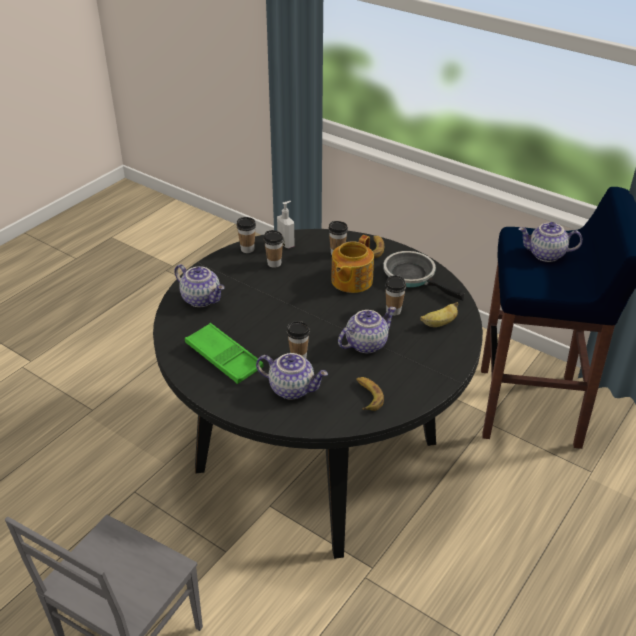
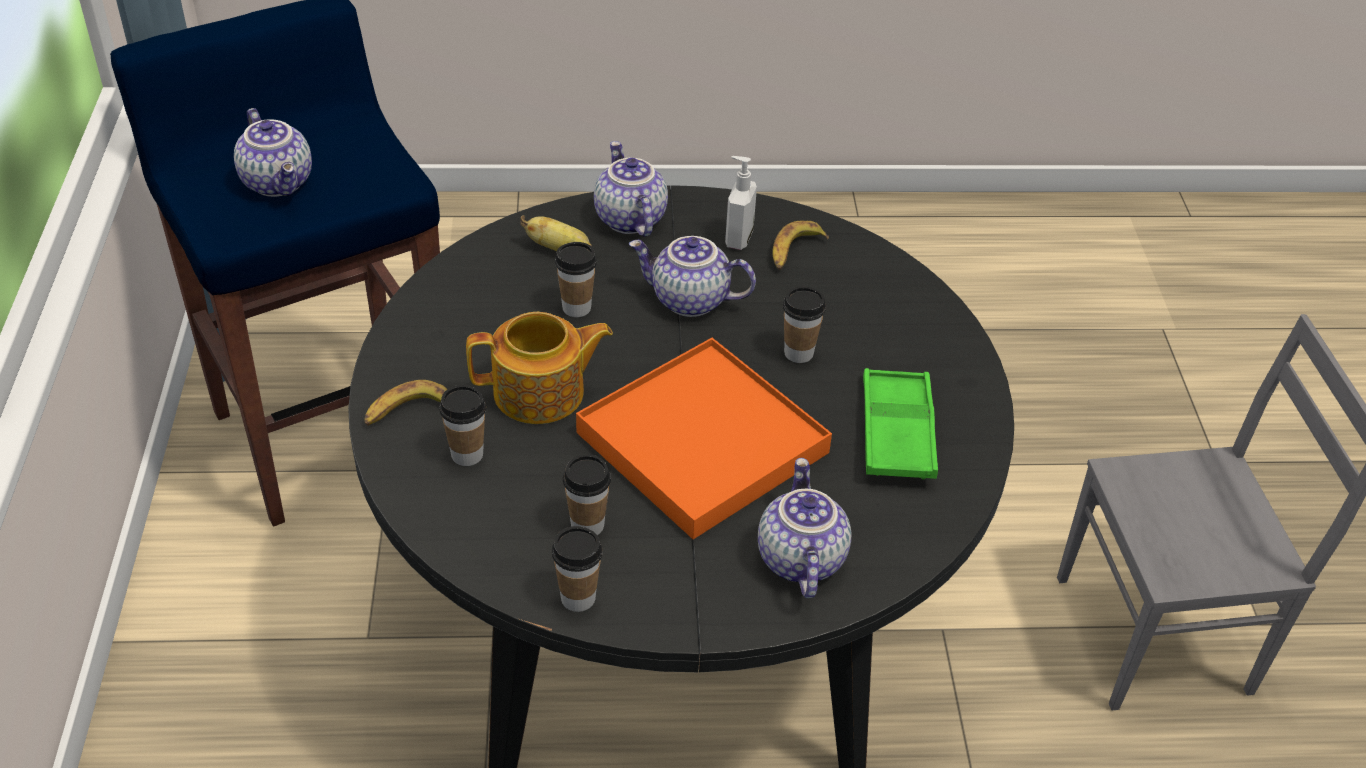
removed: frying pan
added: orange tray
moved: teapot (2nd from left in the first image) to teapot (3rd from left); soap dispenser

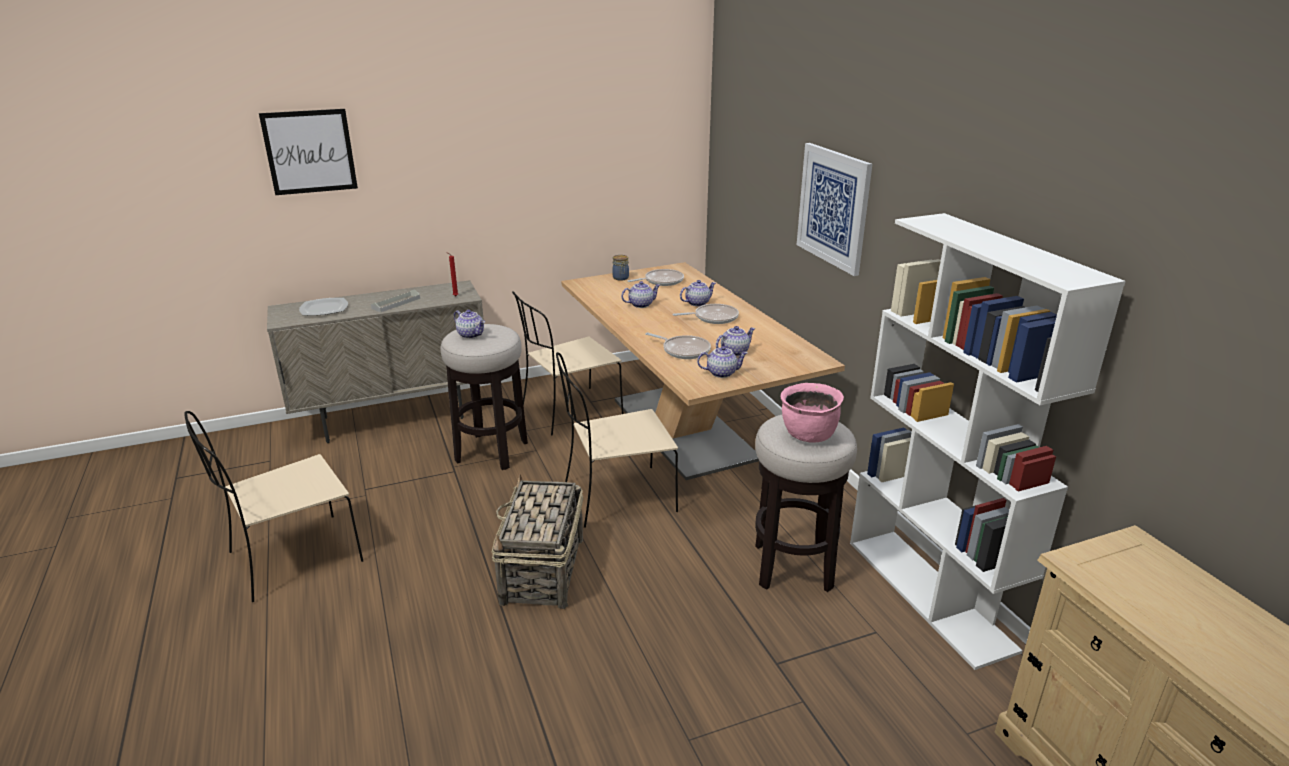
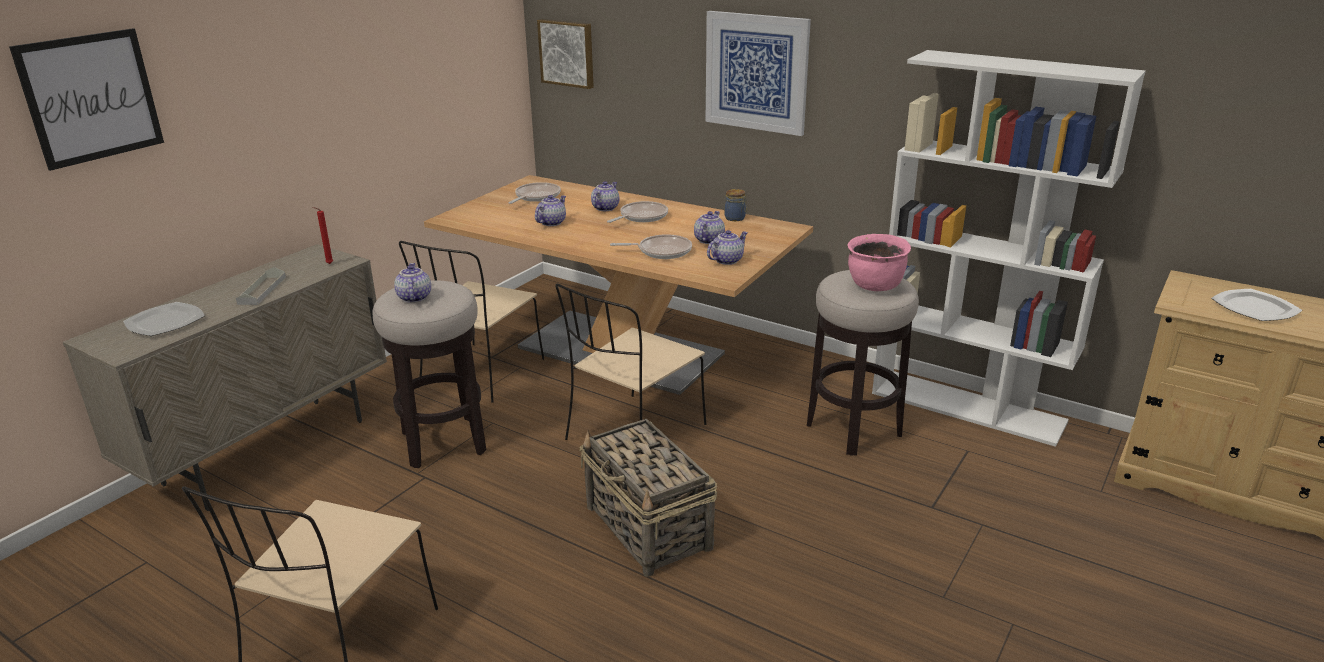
added: picture (2nd from left); plate (2nd from left)
moved: jar
turned: teapot (1st from left) 105 degrees counterclockwise

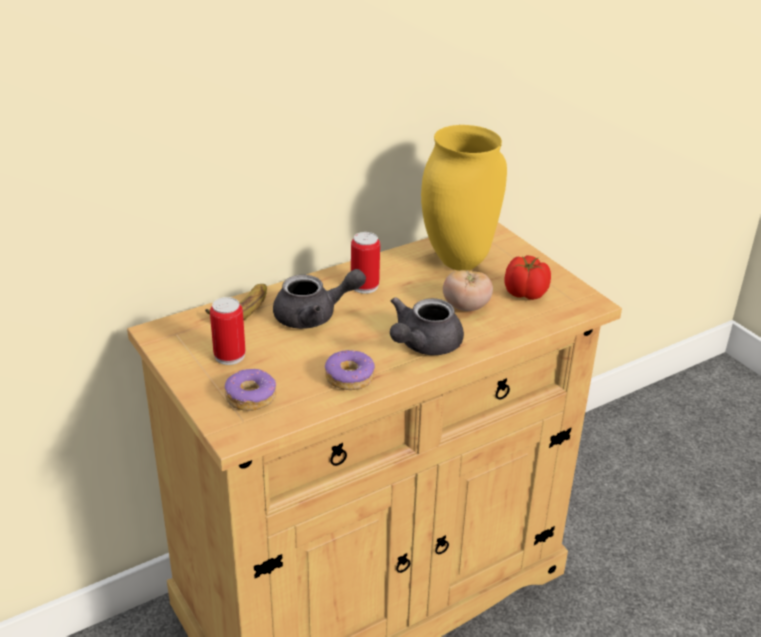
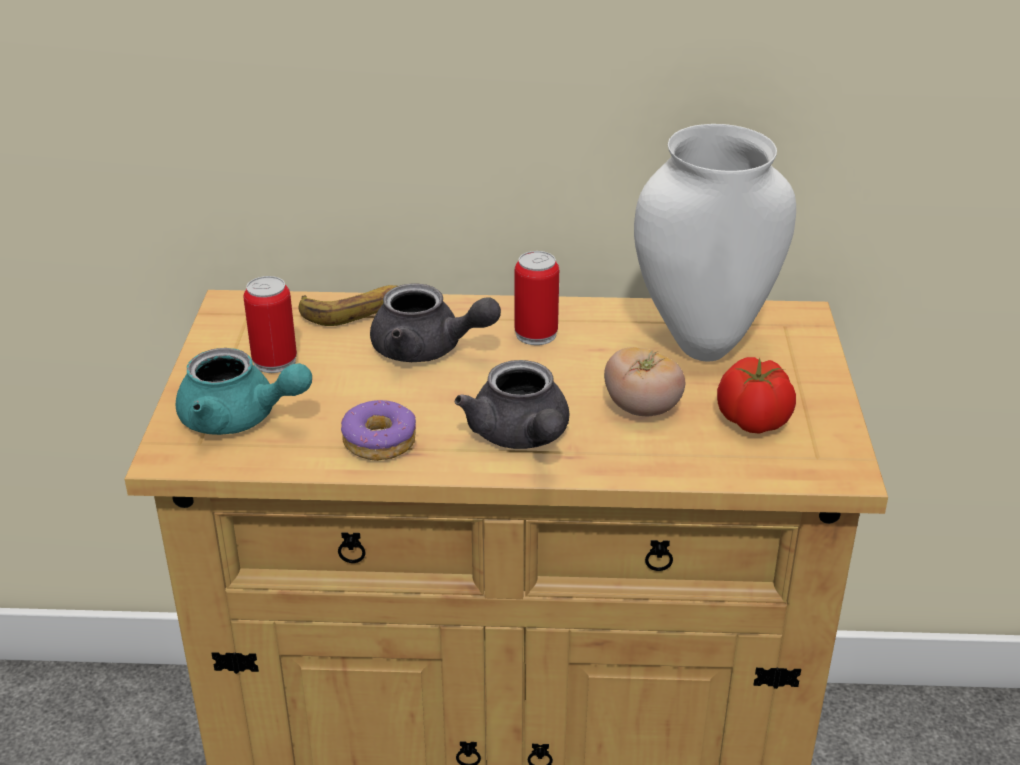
replaced: donut (1st from left) to turquoise teapot
recoloured: yellow vase to white vase
turned: grey teapot (2nd from left) 90 degrees counterclockwise

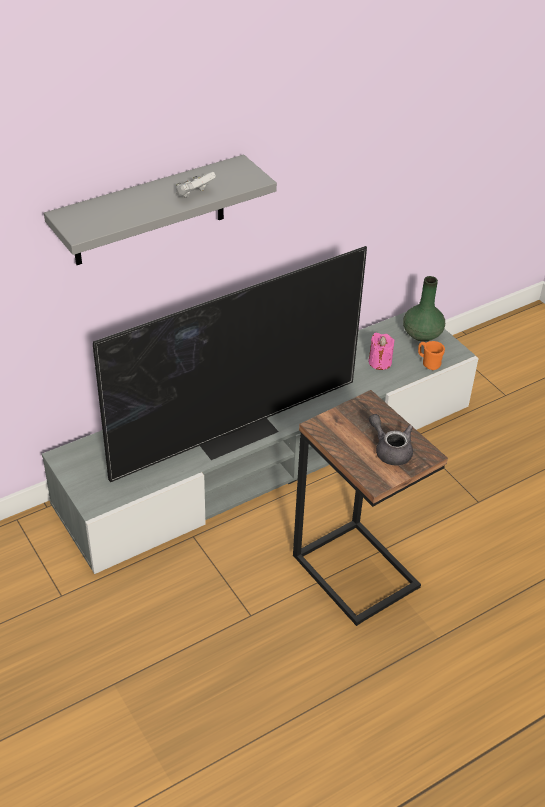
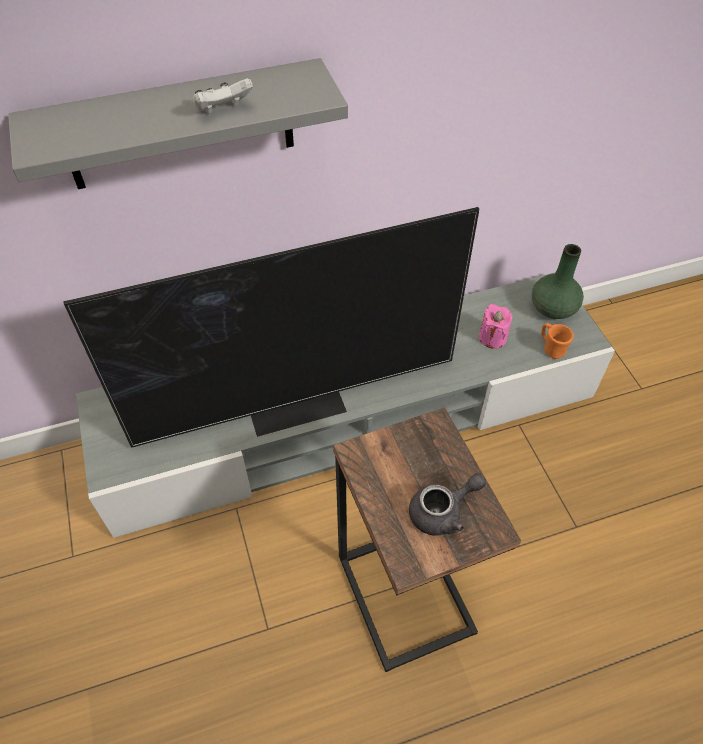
turned: grey teapot 90 degrees clockwise

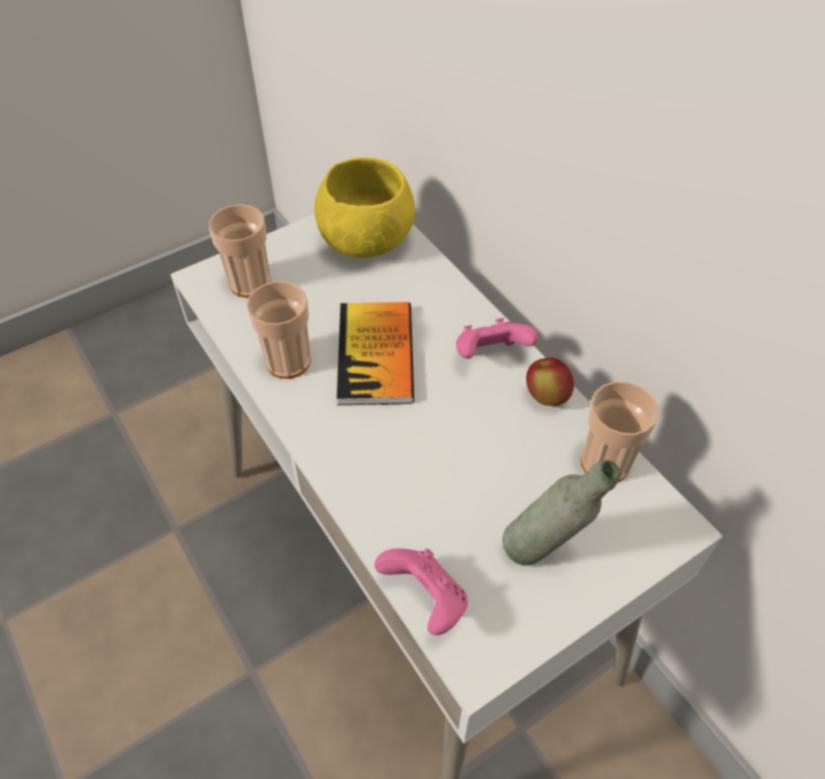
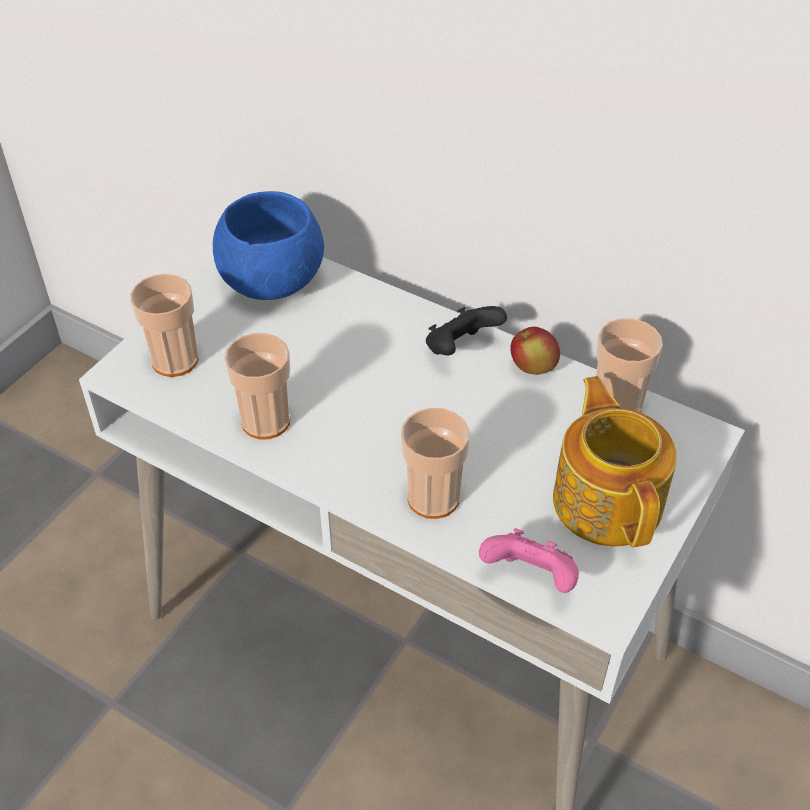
removed: book
added: cup (3rd from left)
replaced: grey bottle to teapot
recoloured: yellow bowl to blue bowl; pink game controller (2nd from left) to black game controller

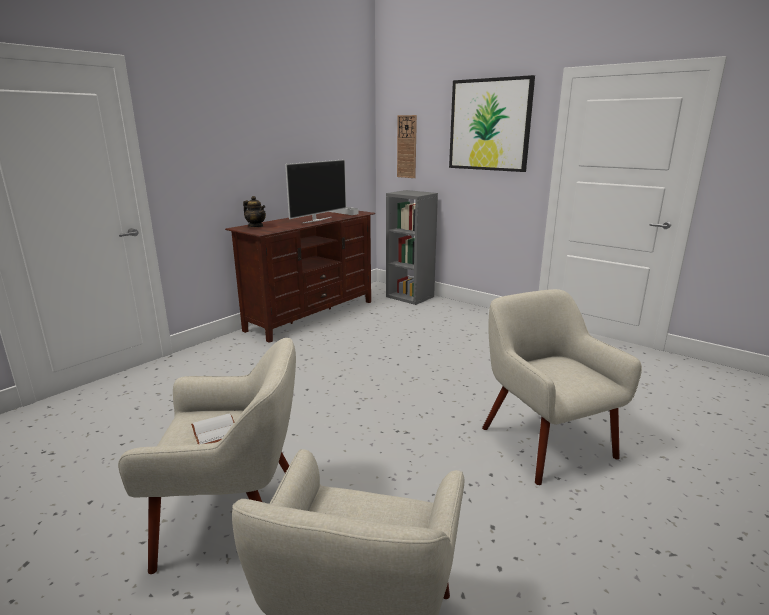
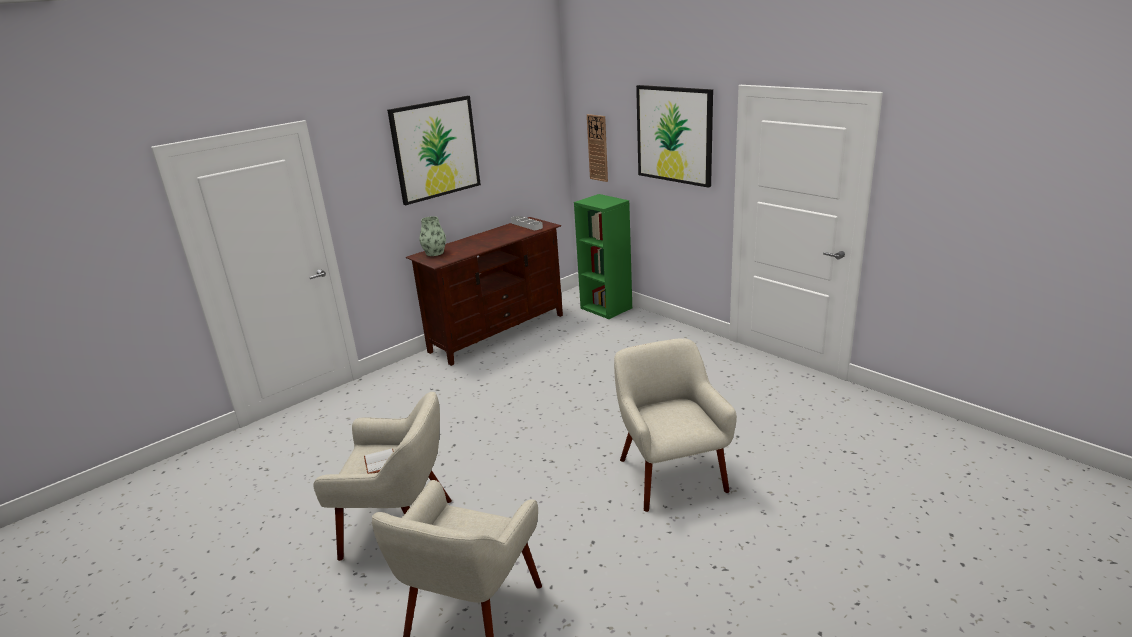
removed: television
added: picture (1st from left)
replaced: teapot to vase
recoloured: grey bookcase to green bookcase

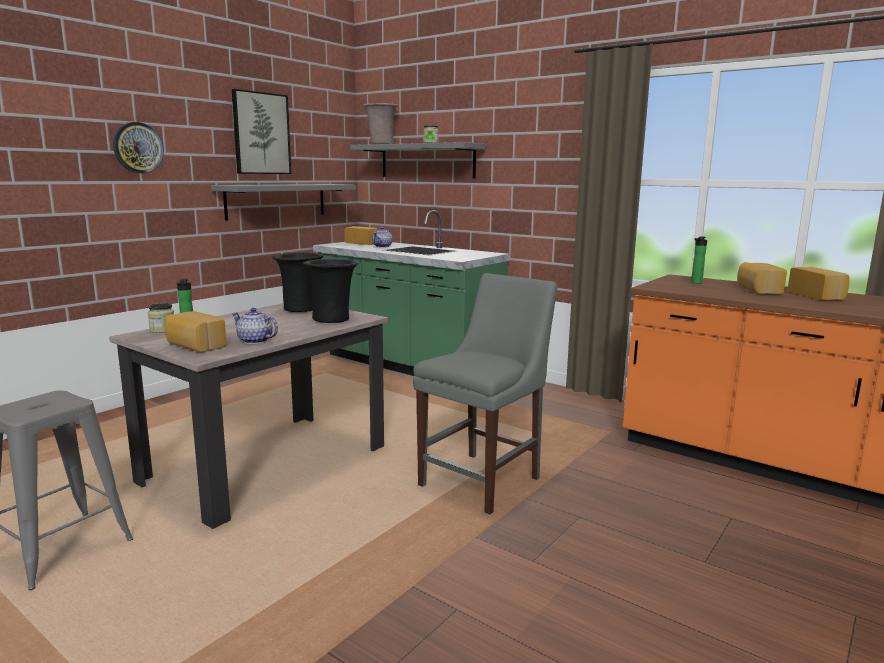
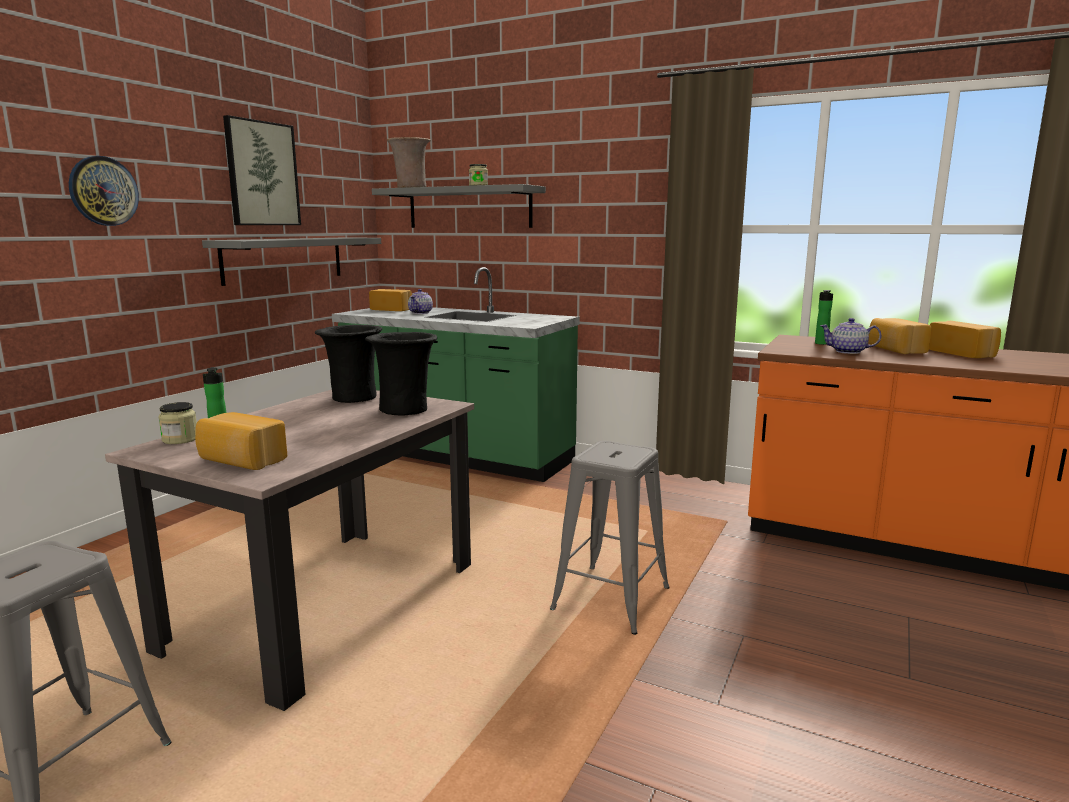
moved: teapot (1st from left in the first image) to teapot (2nd from left)
replaced: grey chair to grey stool (2nd from left)

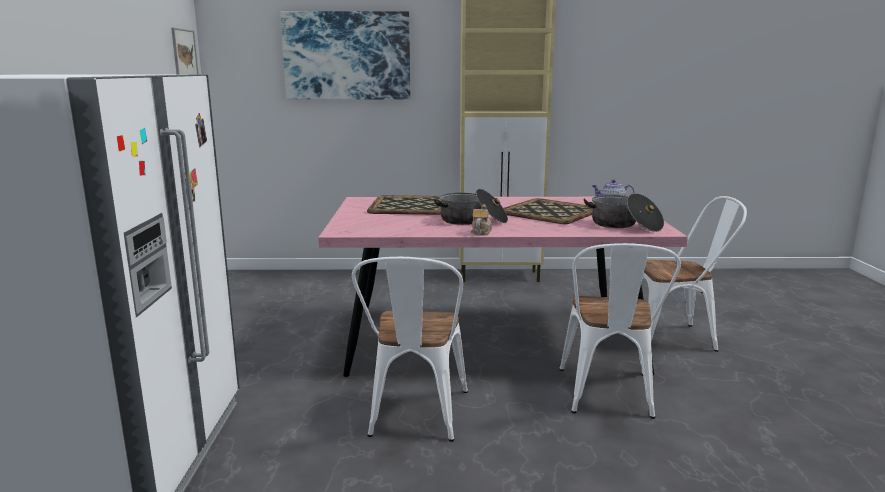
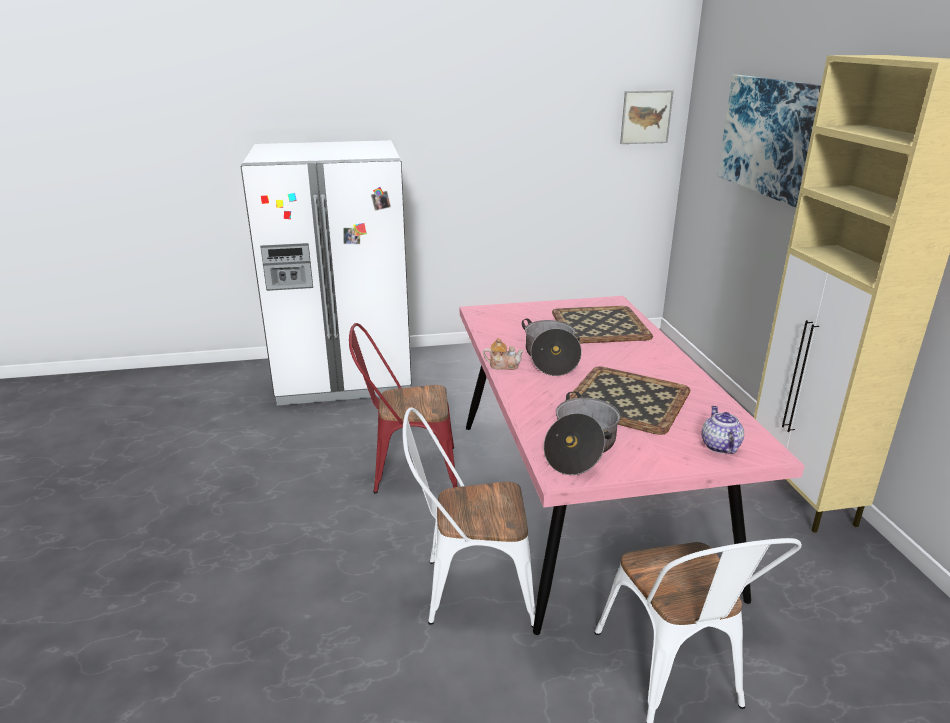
recoloured: white chair (1st from left) to red chair

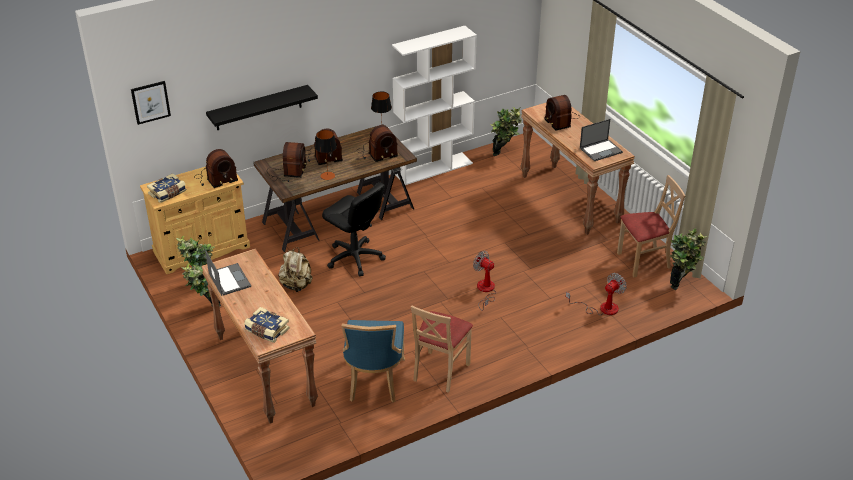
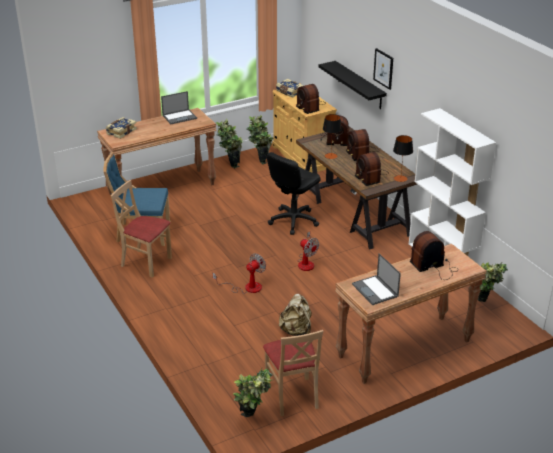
moved: beige backpack; fan (2nd from left); picture

